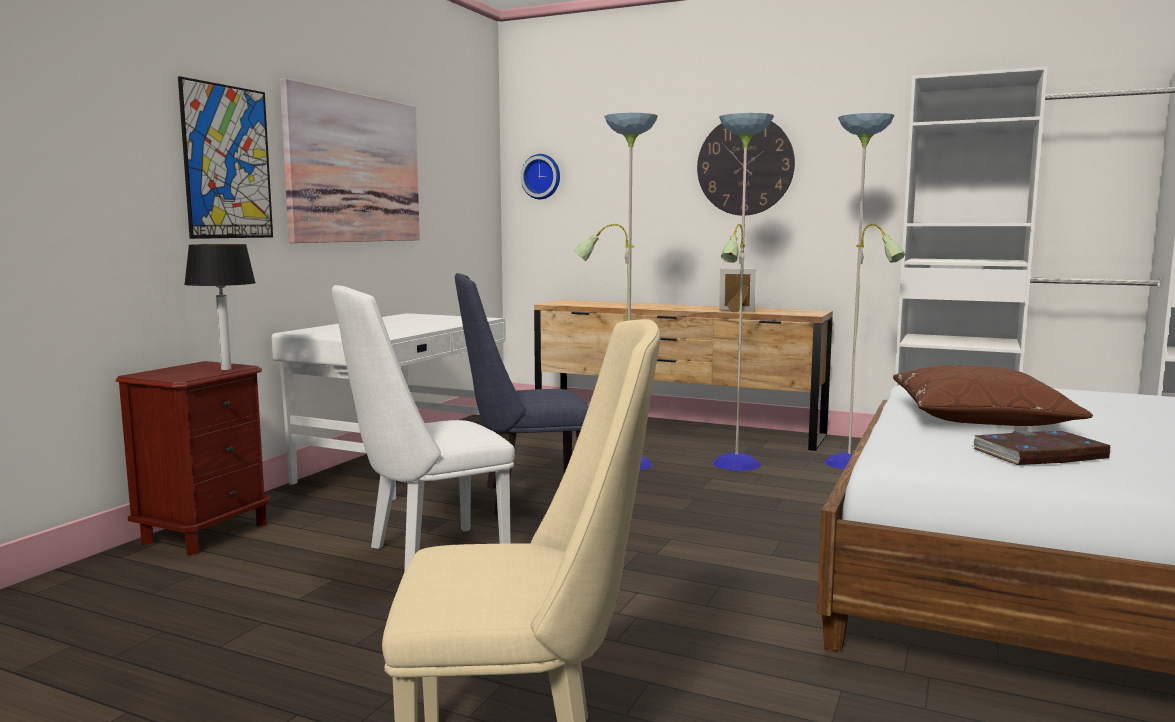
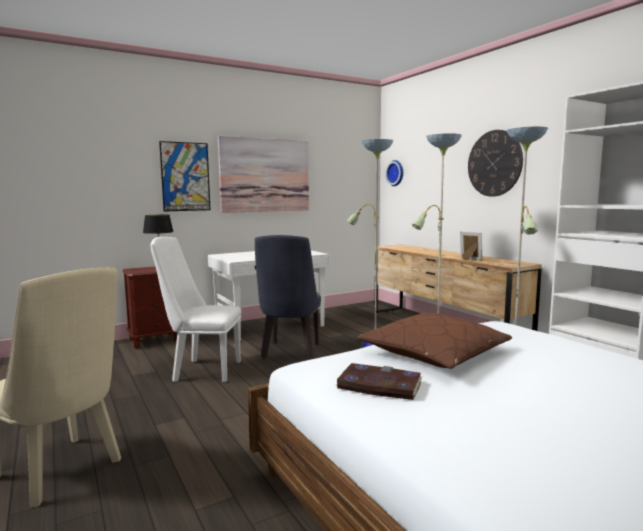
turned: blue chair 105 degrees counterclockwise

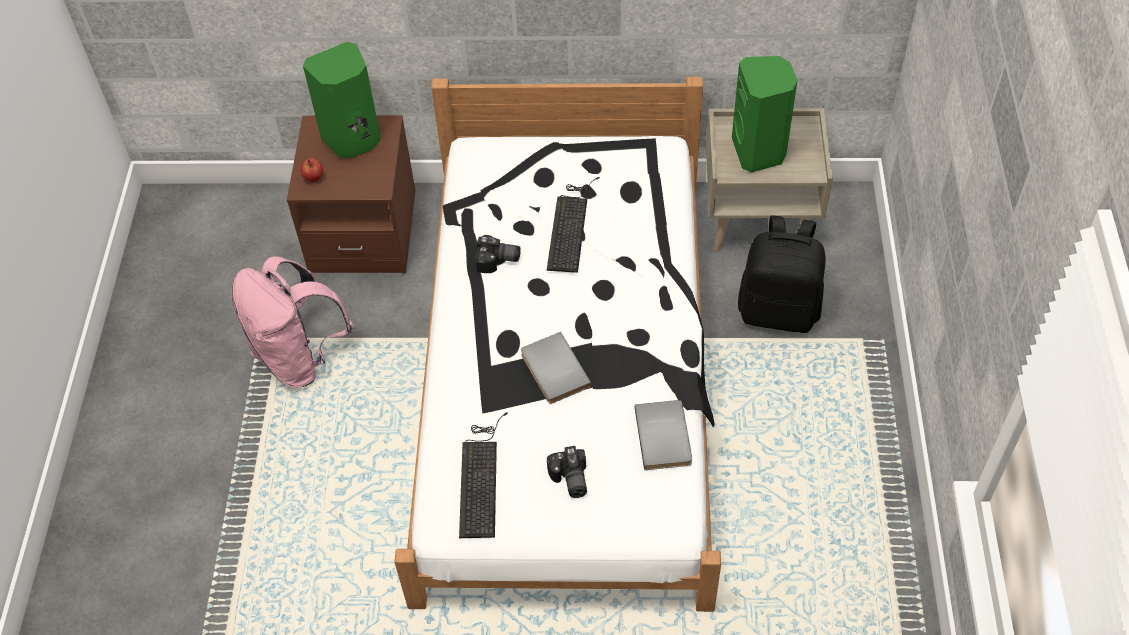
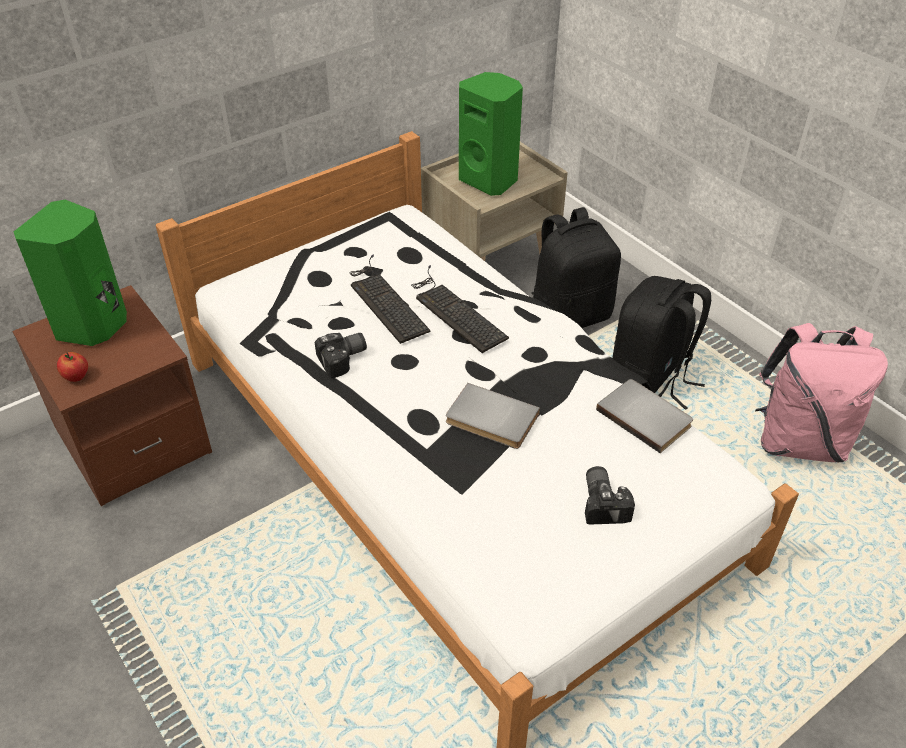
added: black backpack (2nd from left)
moved: keyboard (1st from left in the first image) to keyboard (2nd from left); pink backpack
turned: photo camera (2nd from left) 135 degrees counterclockwise

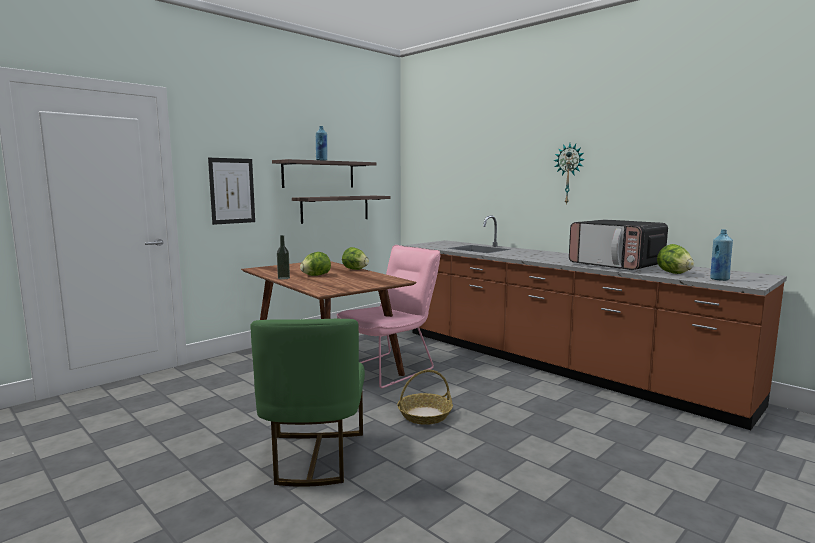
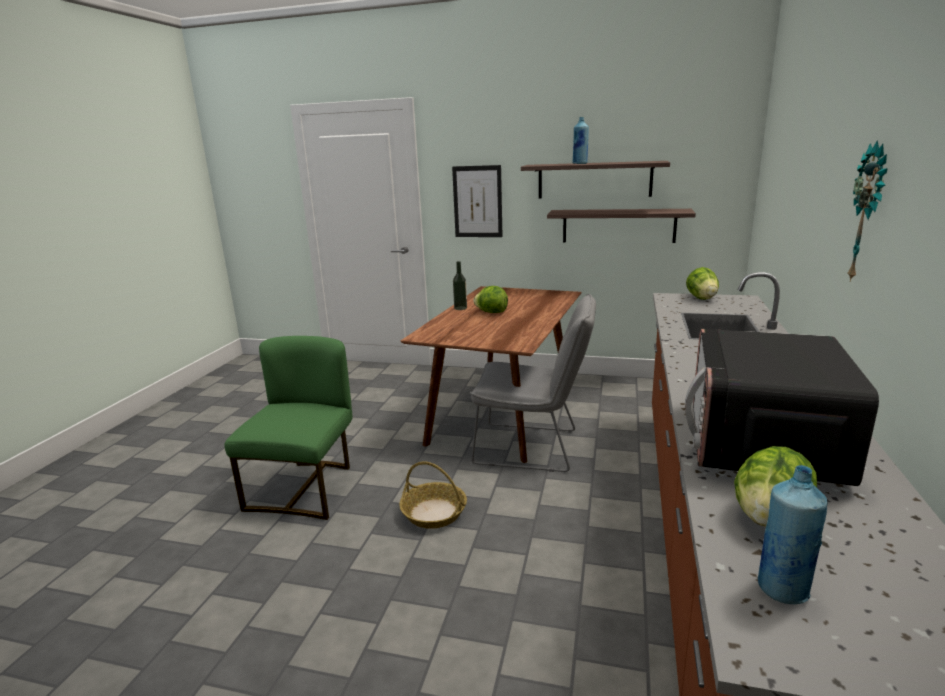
moved: lettuce (2nd from left)
recoloured: pink chair to grey chair
turned: green chair 135 degrees clockwise

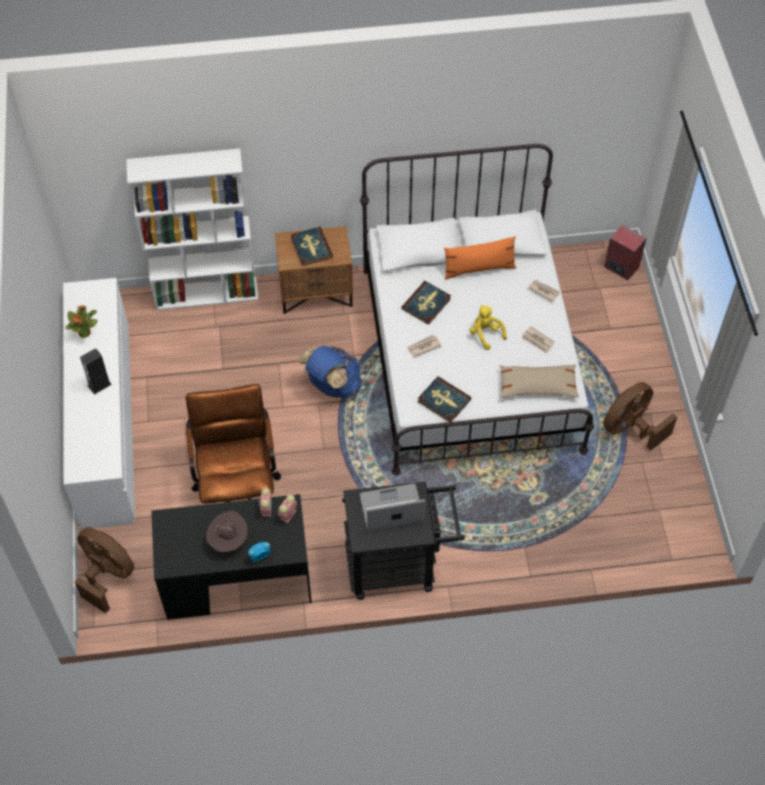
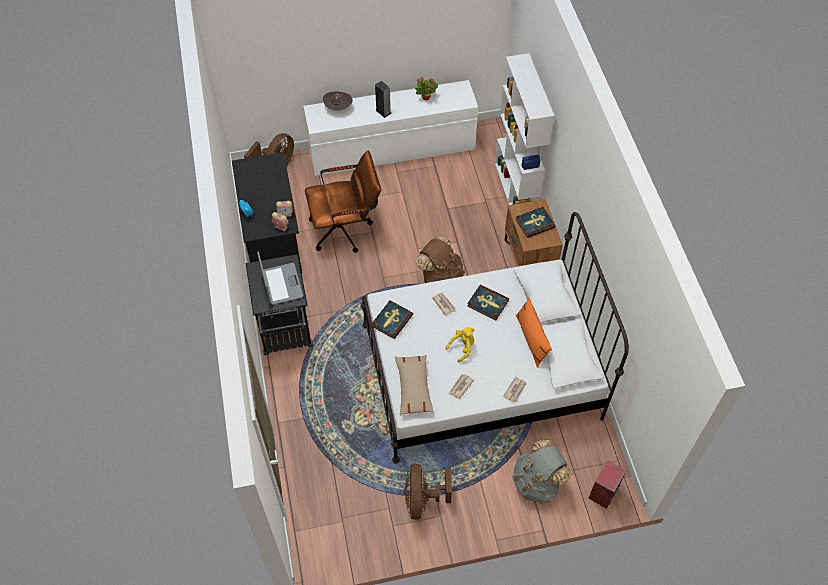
added: grey backpack
moved: brown hat
recoloured: blue backpack to brown backpack
turned: brown fan (2nd from left) 135 degrees counterclockwise

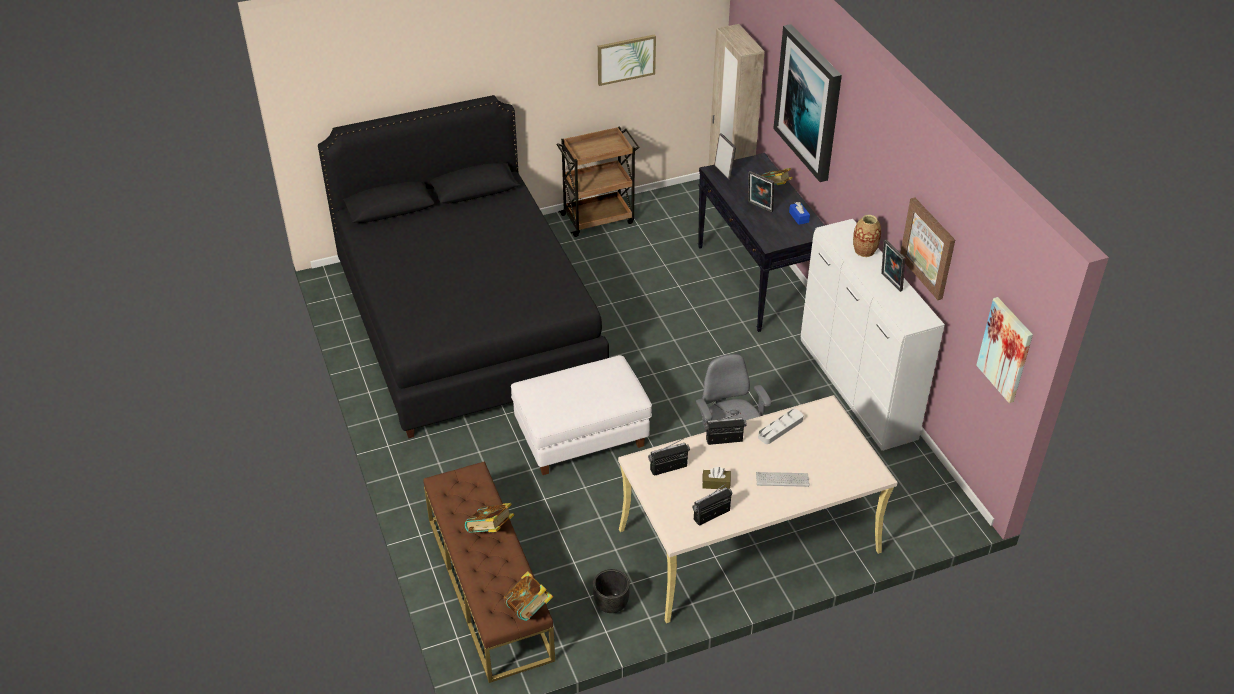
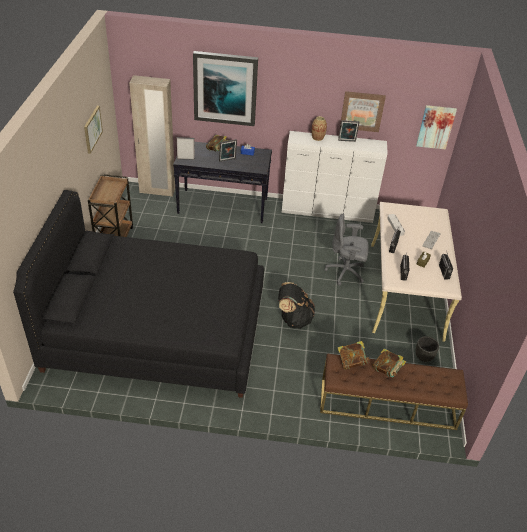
moved: book (2nd from left)
replaced: white ottoman to black backpack

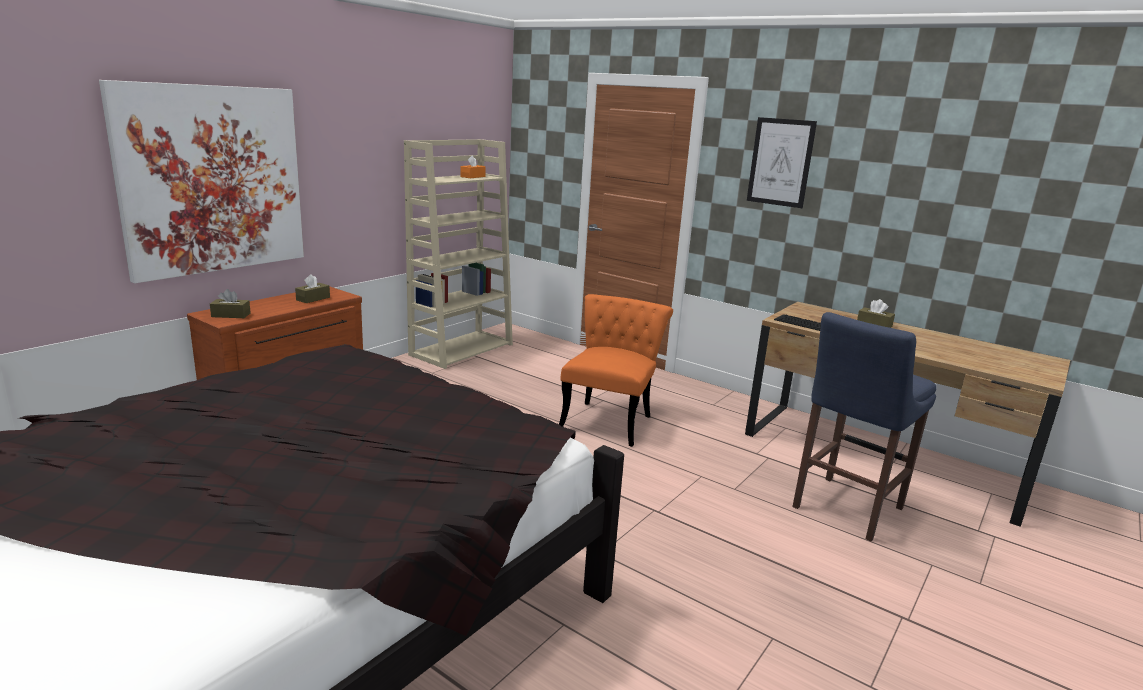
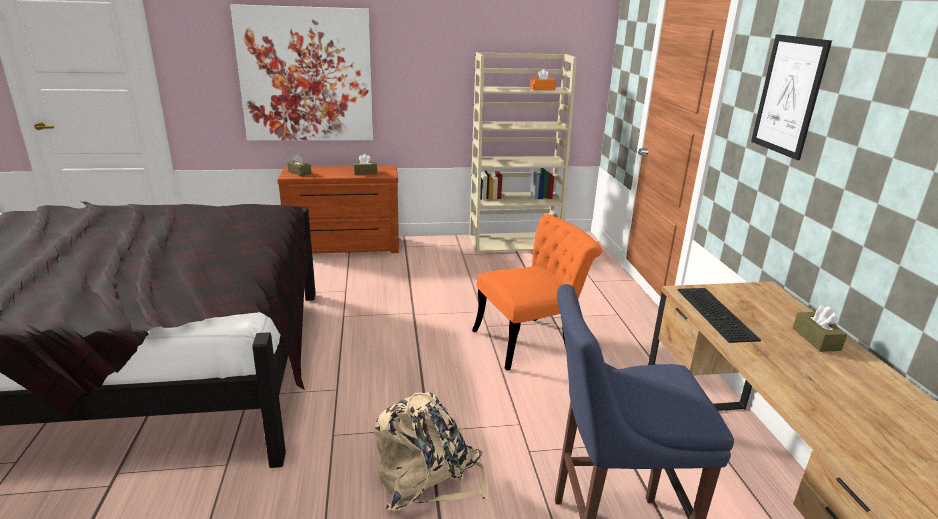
added: beige backpack

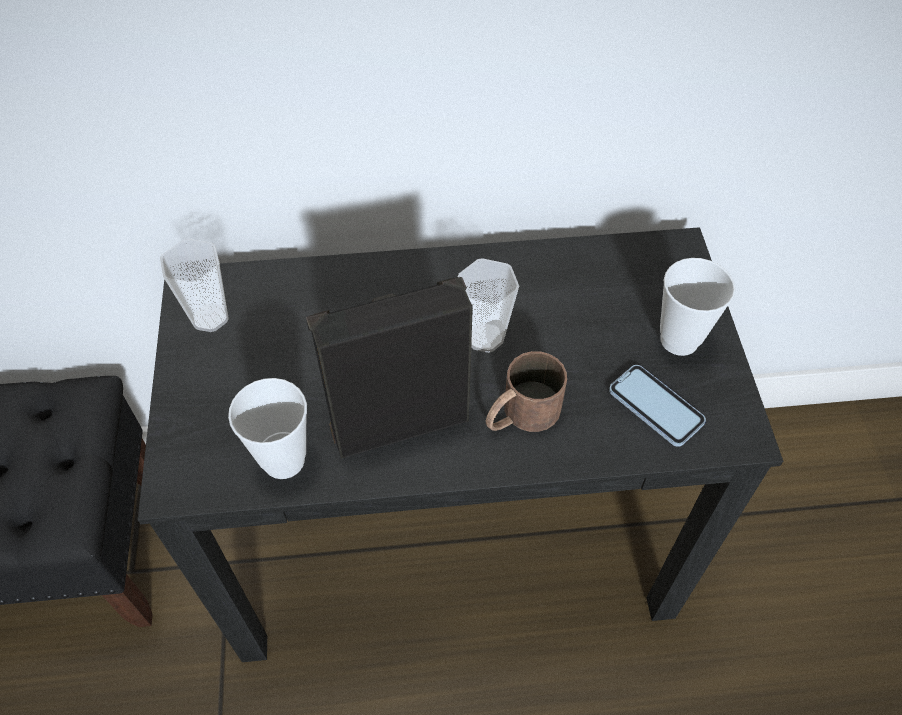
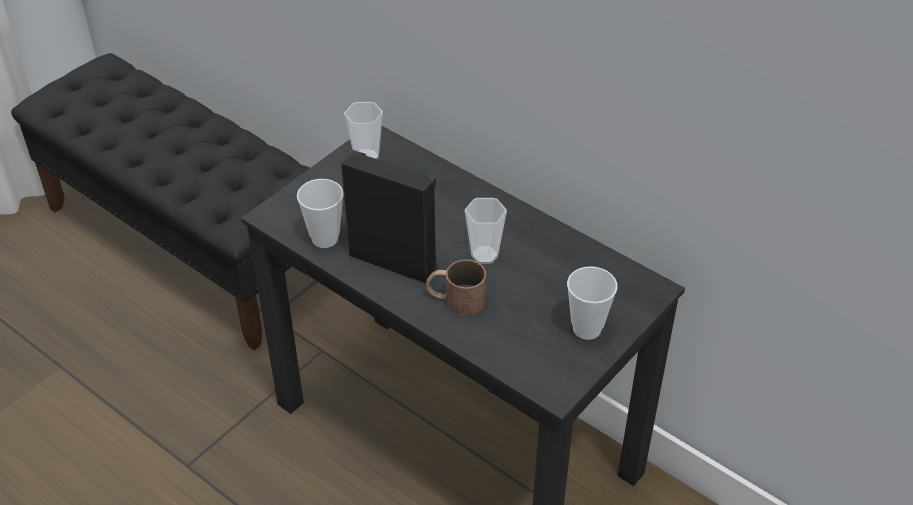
removed: phone

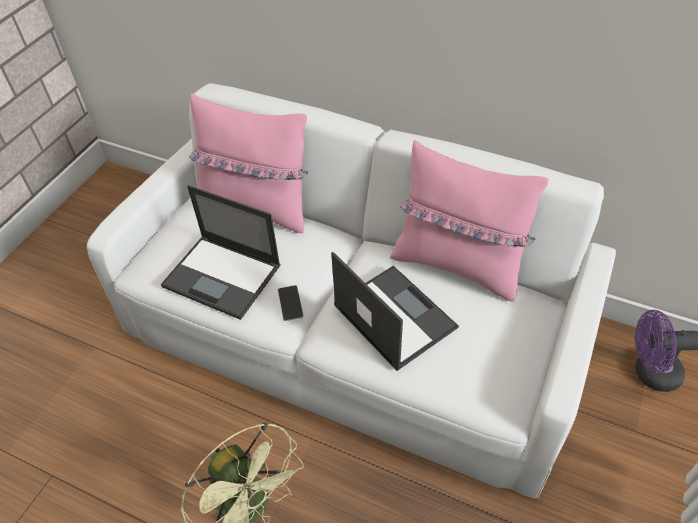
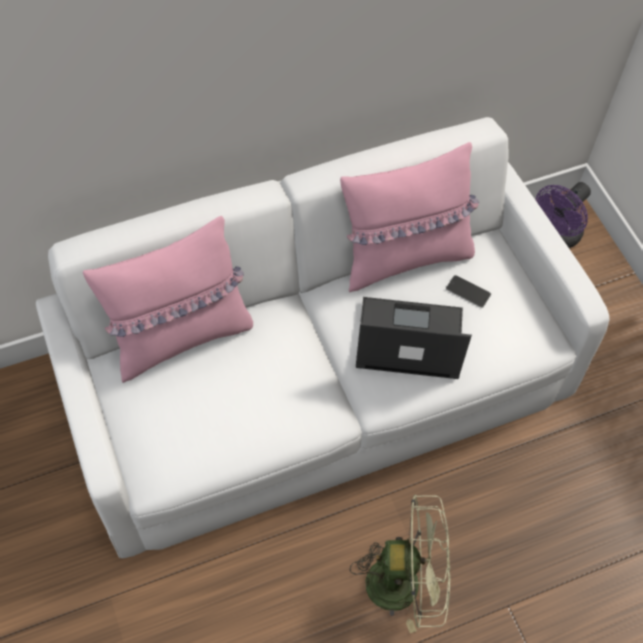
removed: laptop (1st from left)
moved: phone

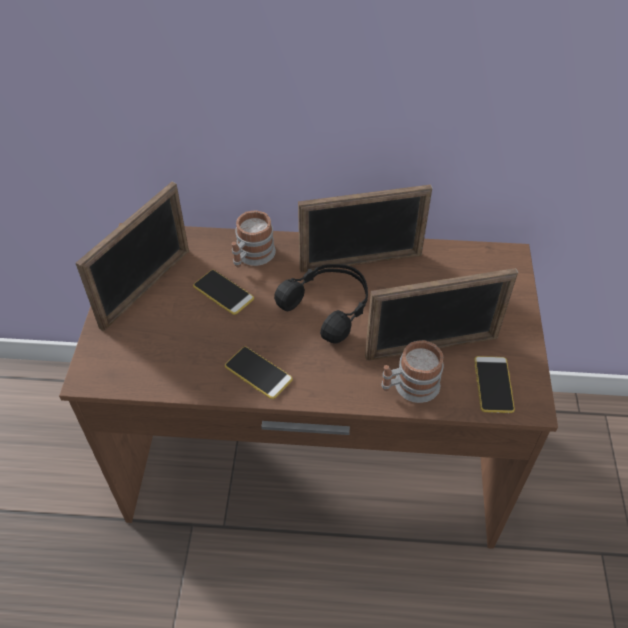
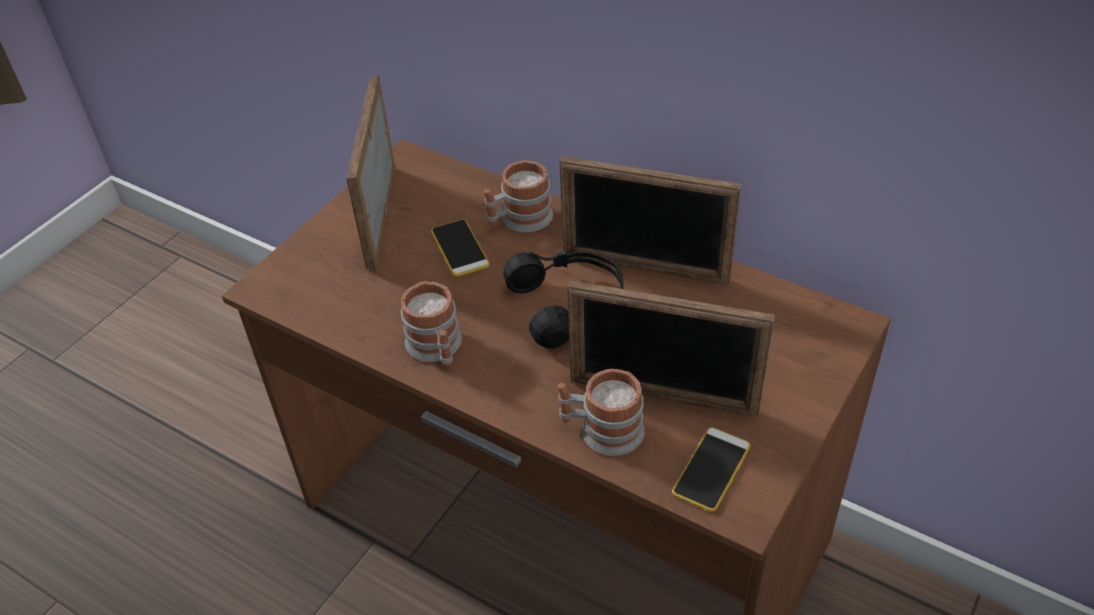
replaced: phone (2nd from left) to mug (1st from left)
turned: picture frame (1st from left) 120 degrees clockwise

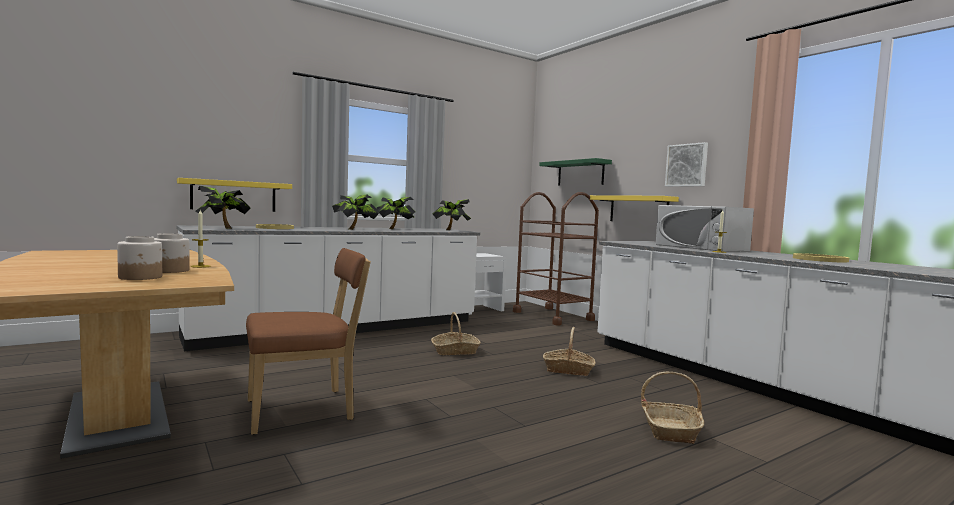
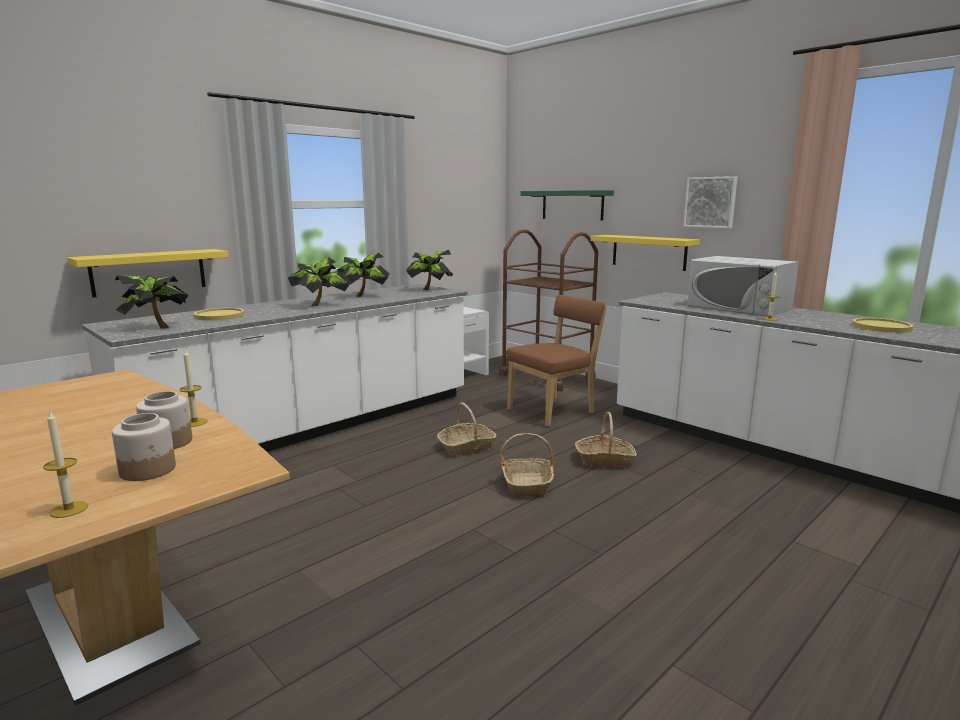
added: candle (1st from left)
moved: basket (3rd from left in the first image) to basket (2nd from left); brown chair

